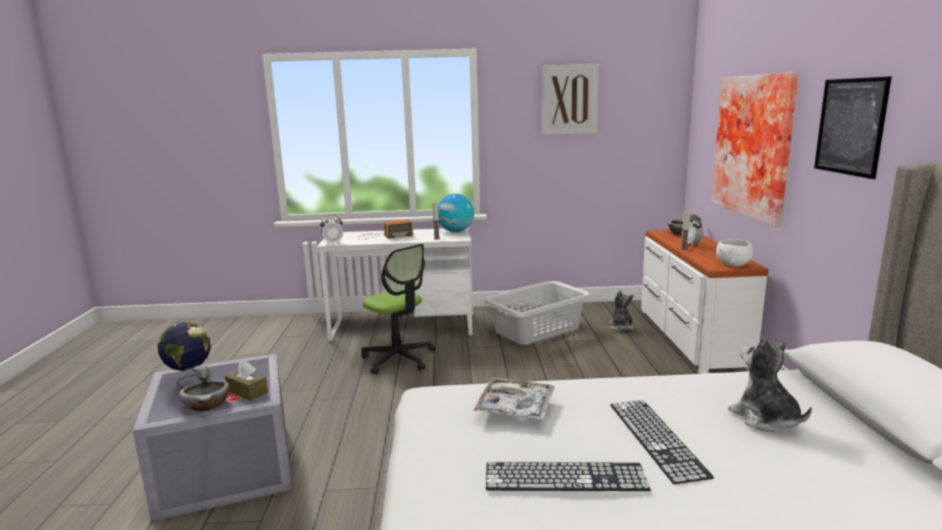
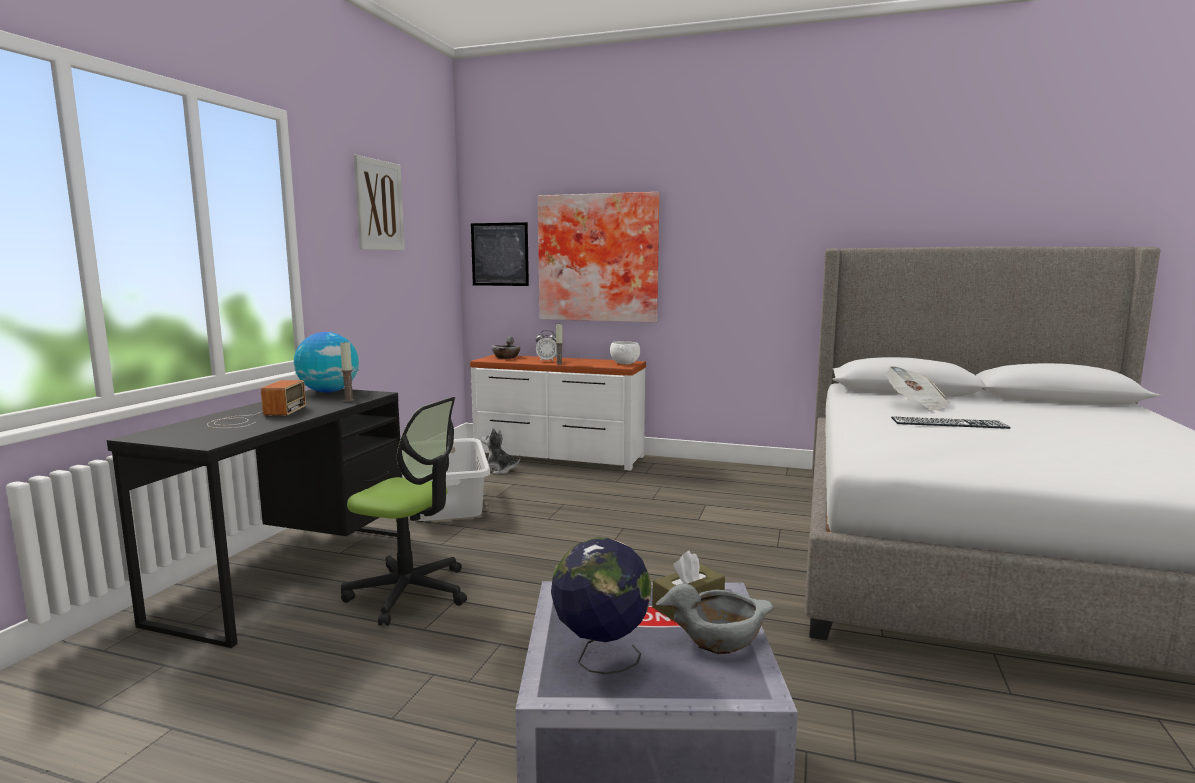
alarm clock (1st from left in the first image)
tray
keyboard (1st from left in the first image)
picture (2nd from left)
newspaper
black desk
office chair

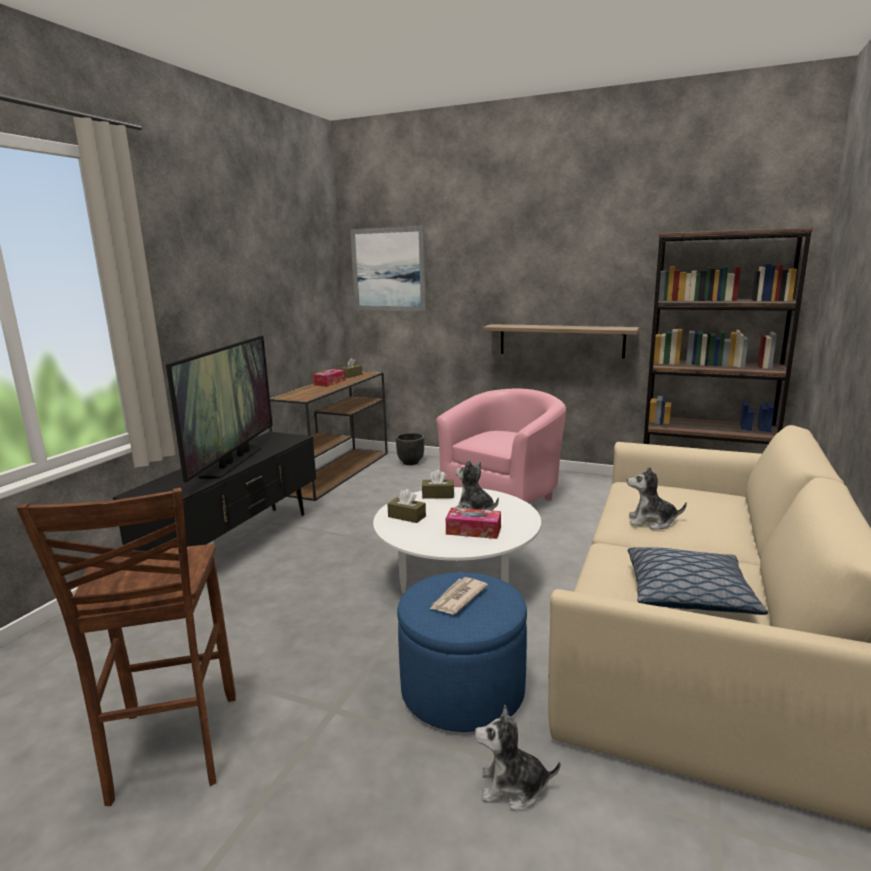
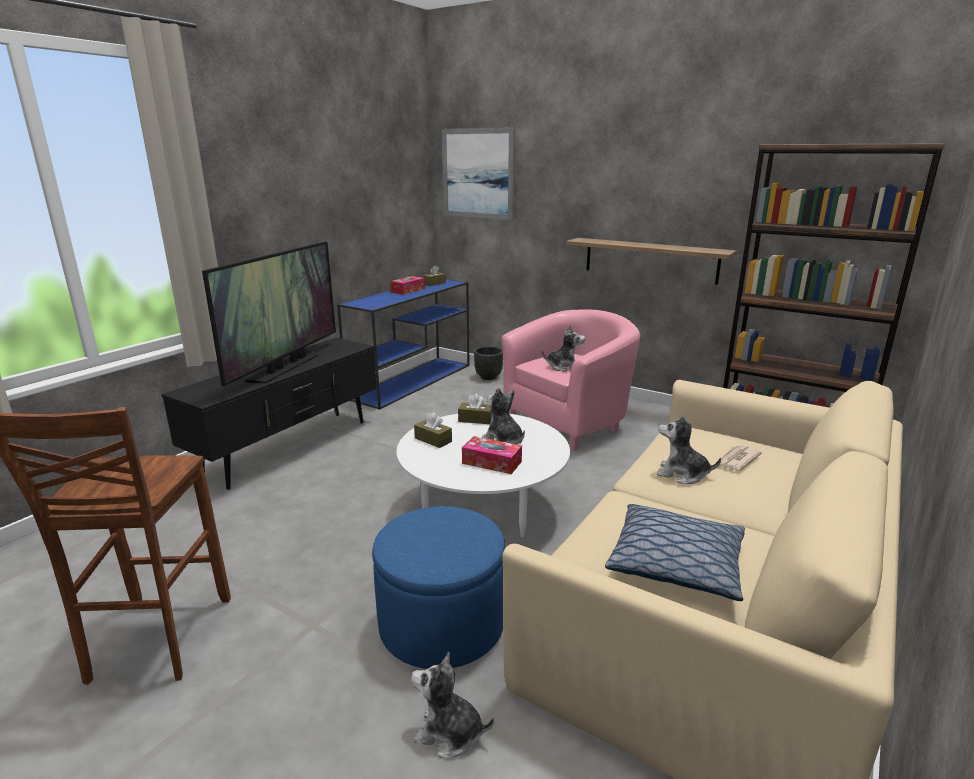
plush toy (3rd from left)
newspaper
blue console table

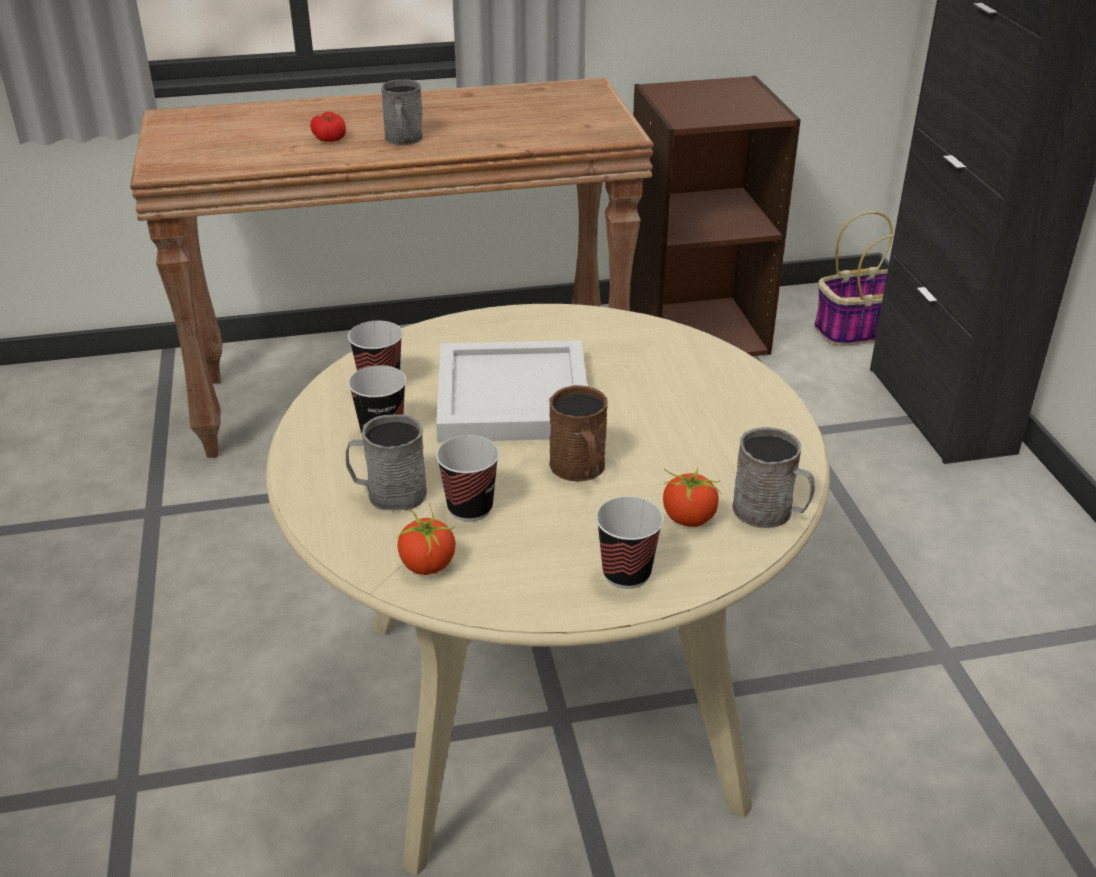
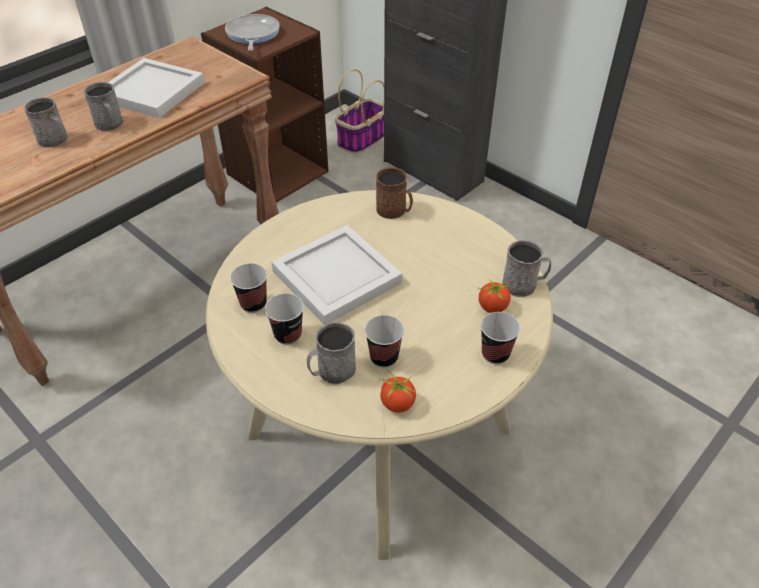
white tray (1st from left)
frying pan
brown mug
grey mug (1st from left)

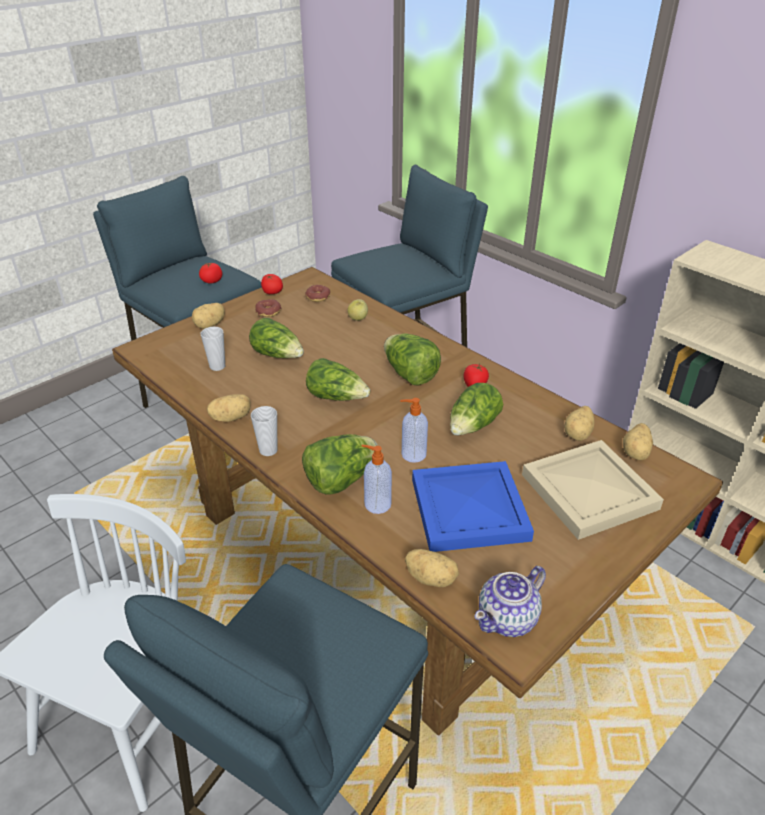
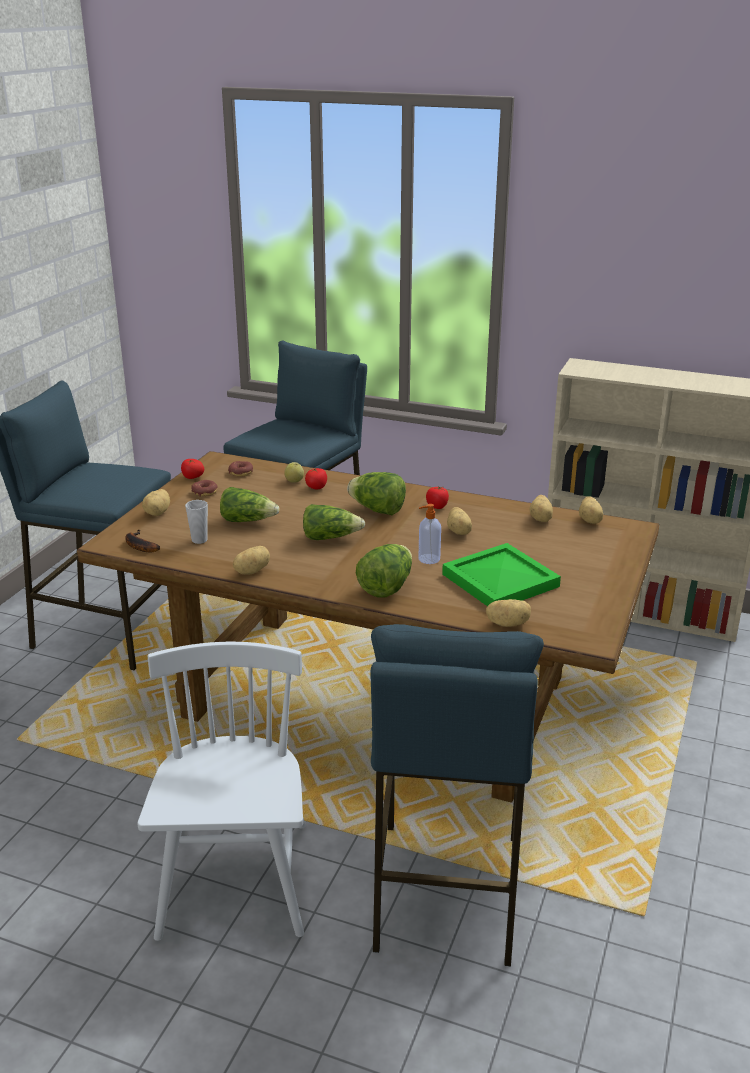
cup (2nd from left in the first image)
soap dispenser (1st from left in the first image)
teapot
beige tray
banana
tomato (2nd from left)
potato (3rd from left)
green tray

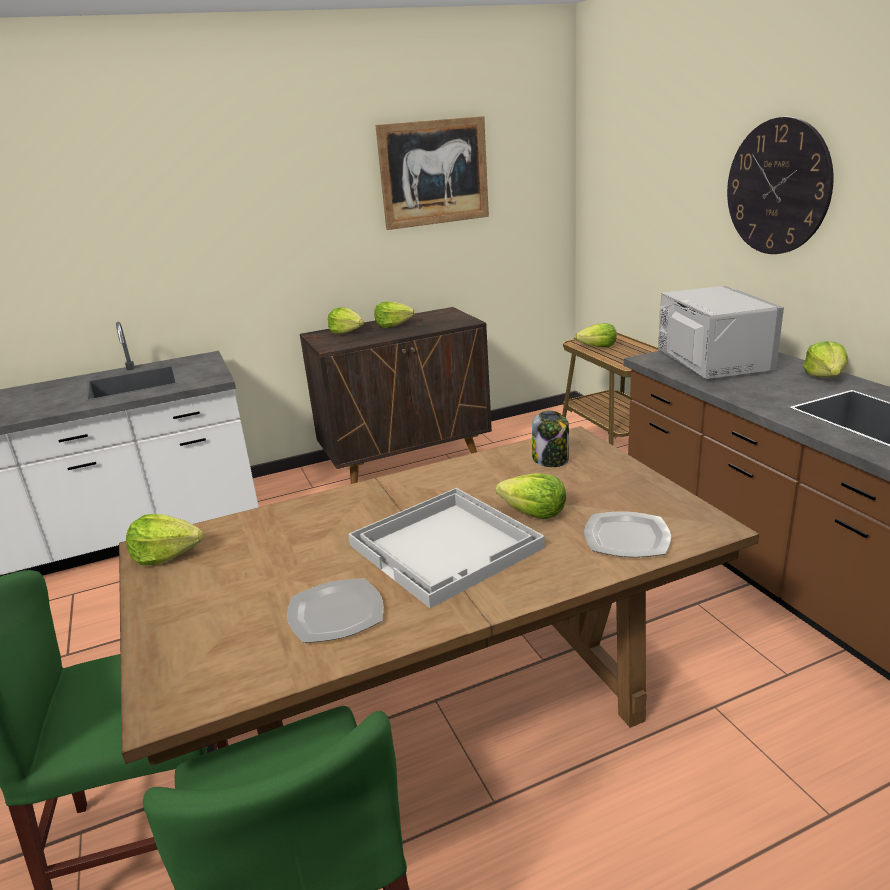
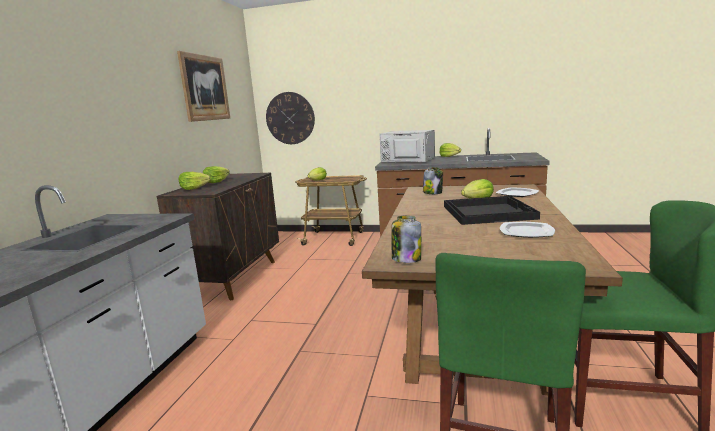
wall clock
jar (1st from left)
black tray

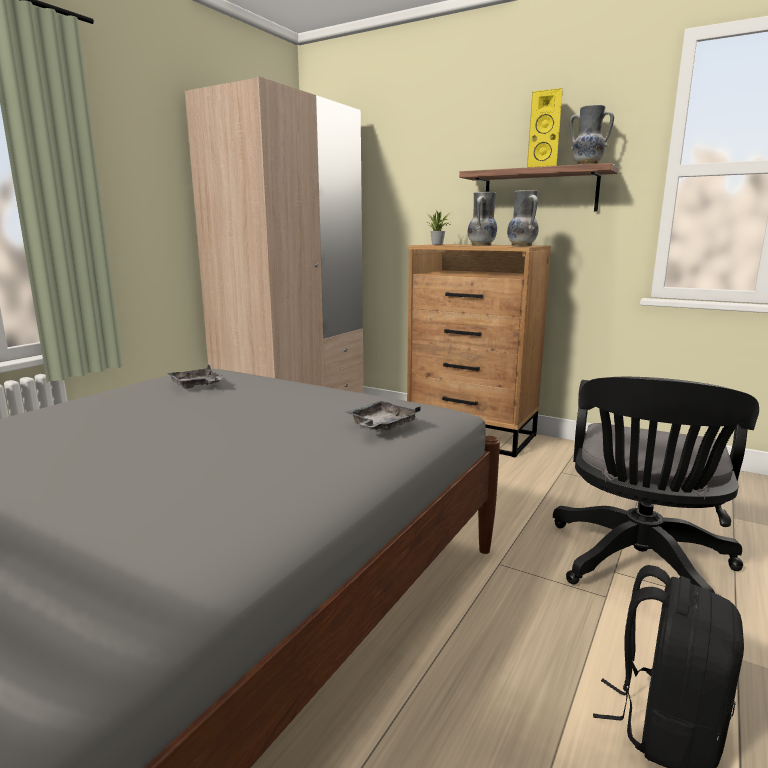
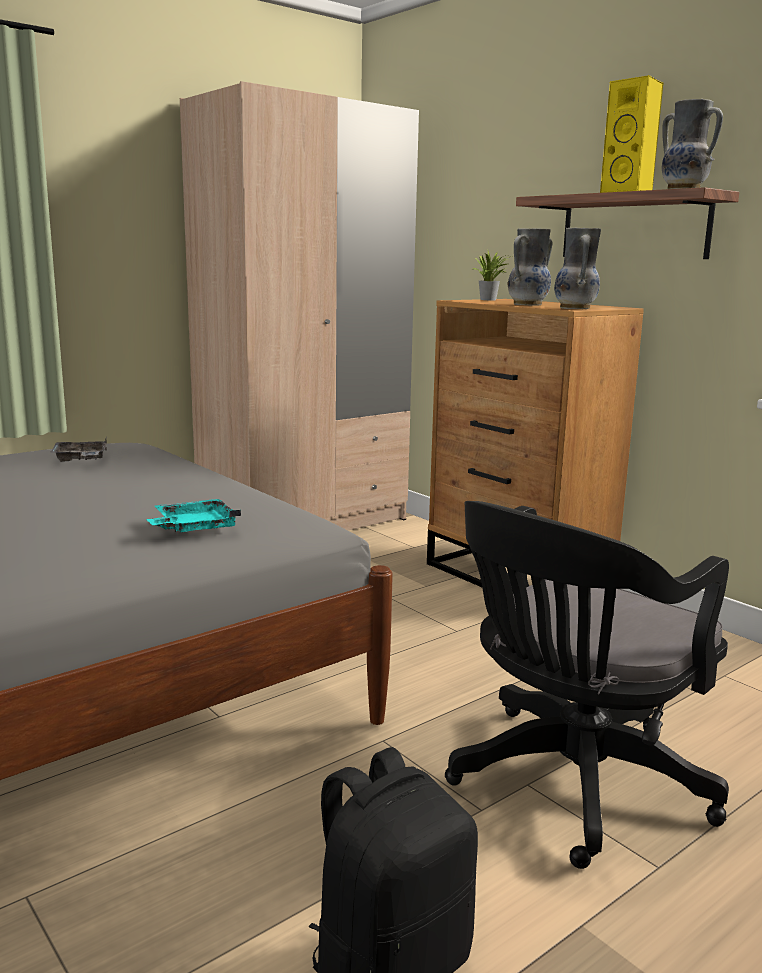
turquoise tray

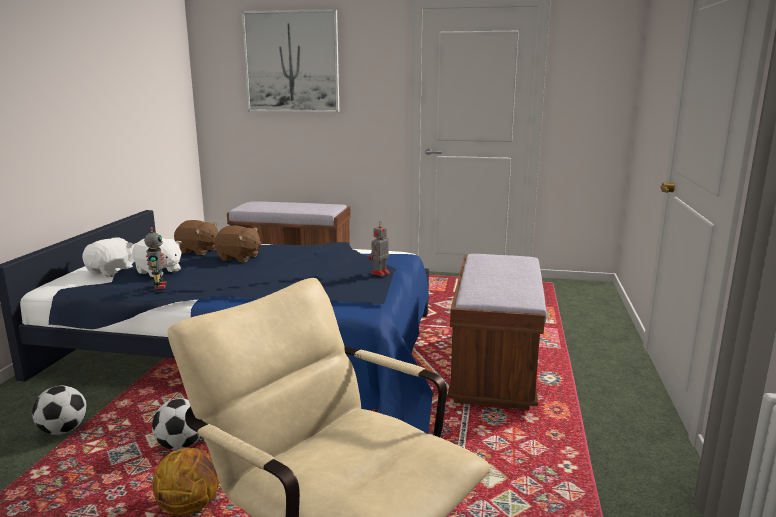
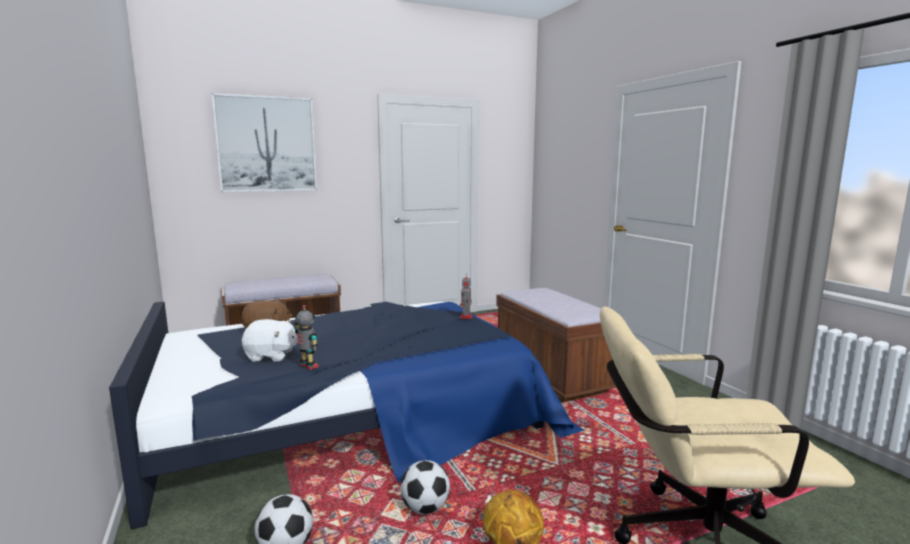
white plush toy (1st from left in the first image)
brown plush toy (2nd from left in the first image)

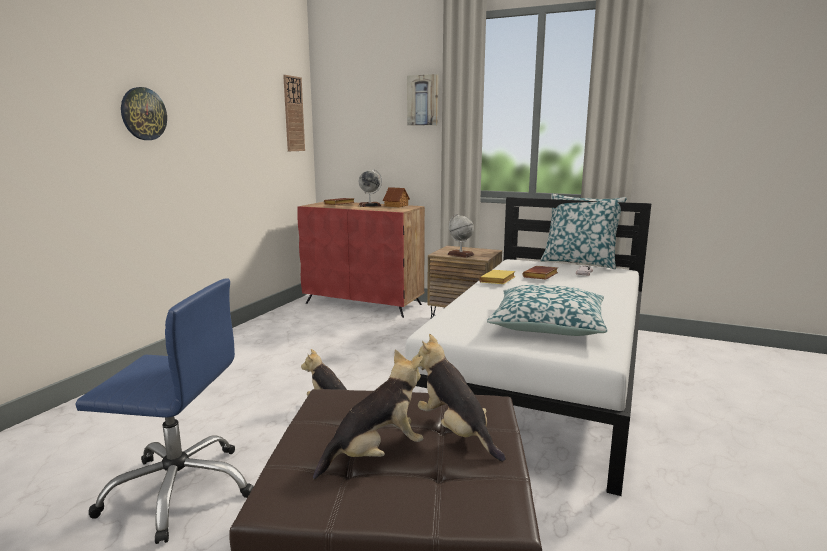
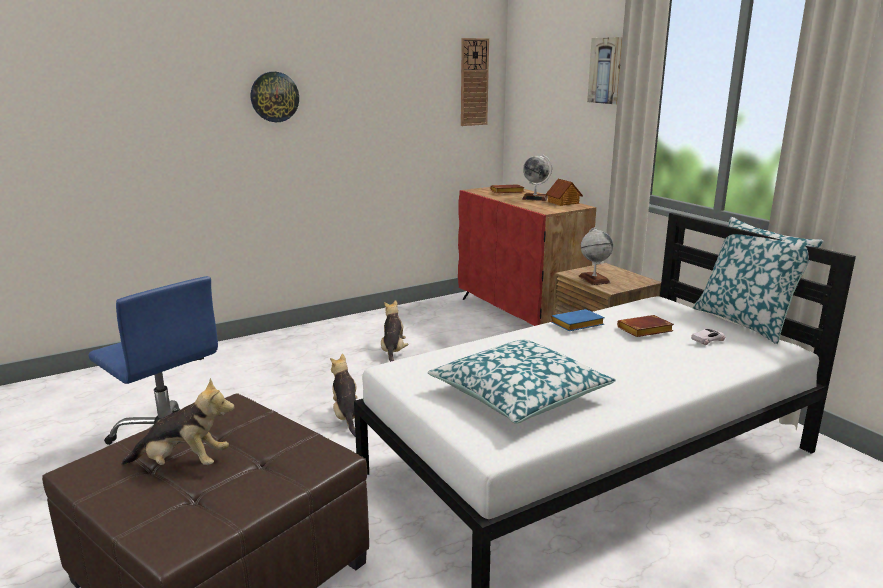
plush toy (3rd from left)
blue book

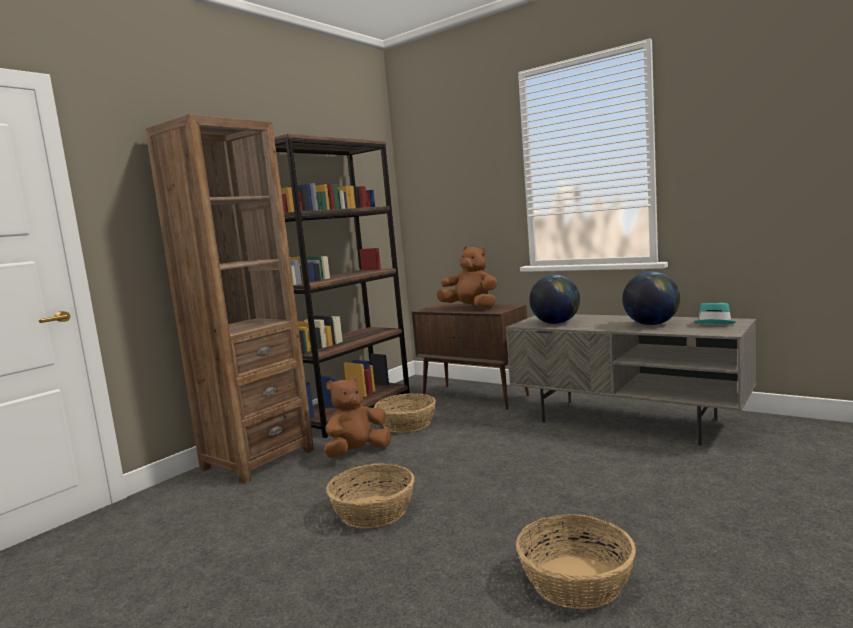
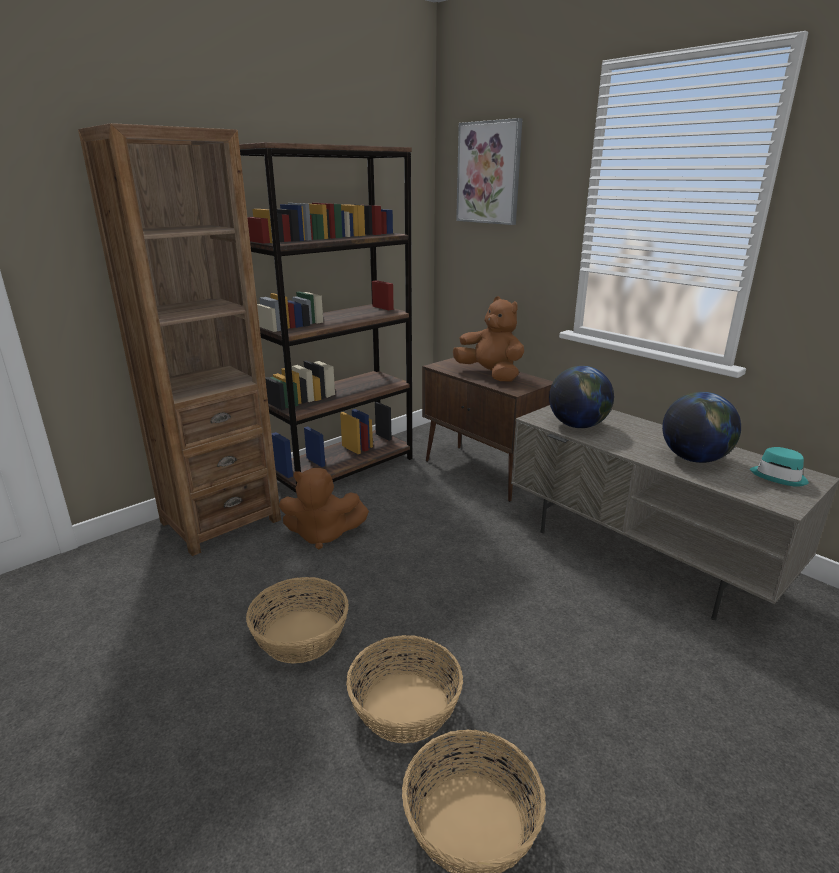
picture
basket (2nd from left)
brown plush toy (1st from left)

